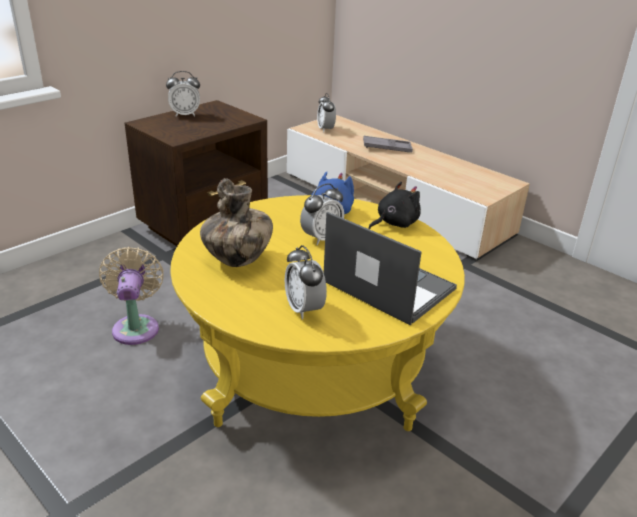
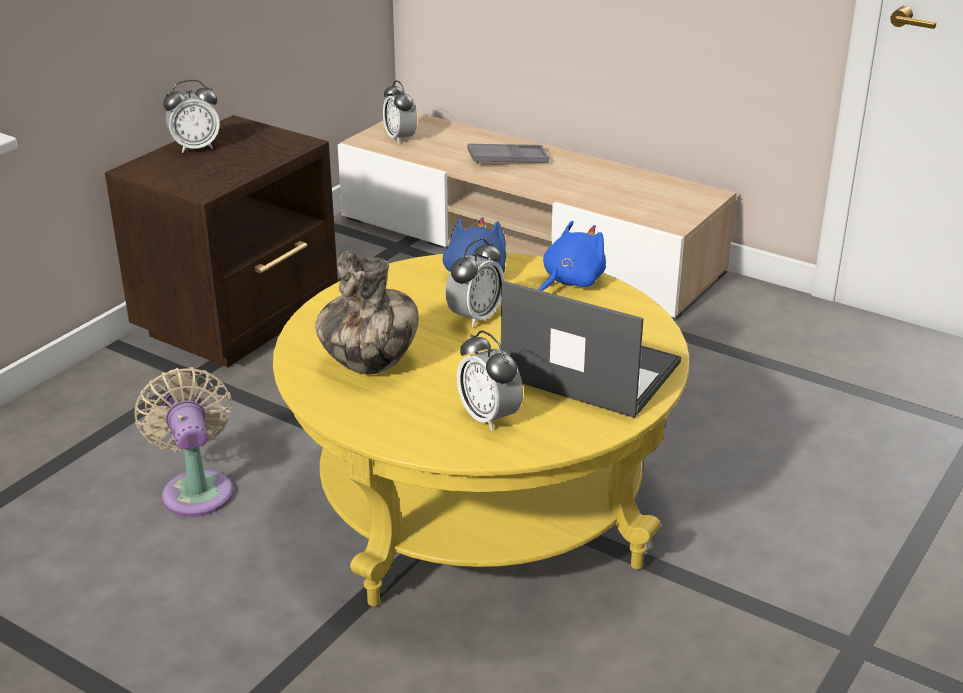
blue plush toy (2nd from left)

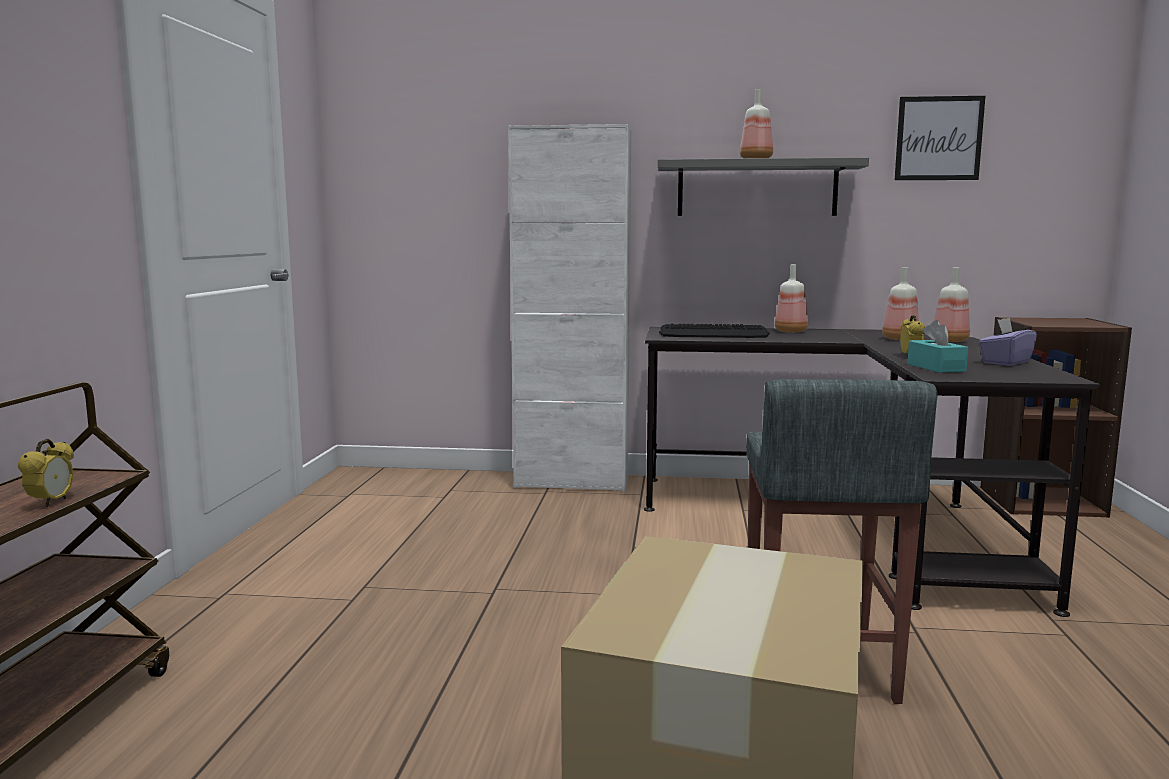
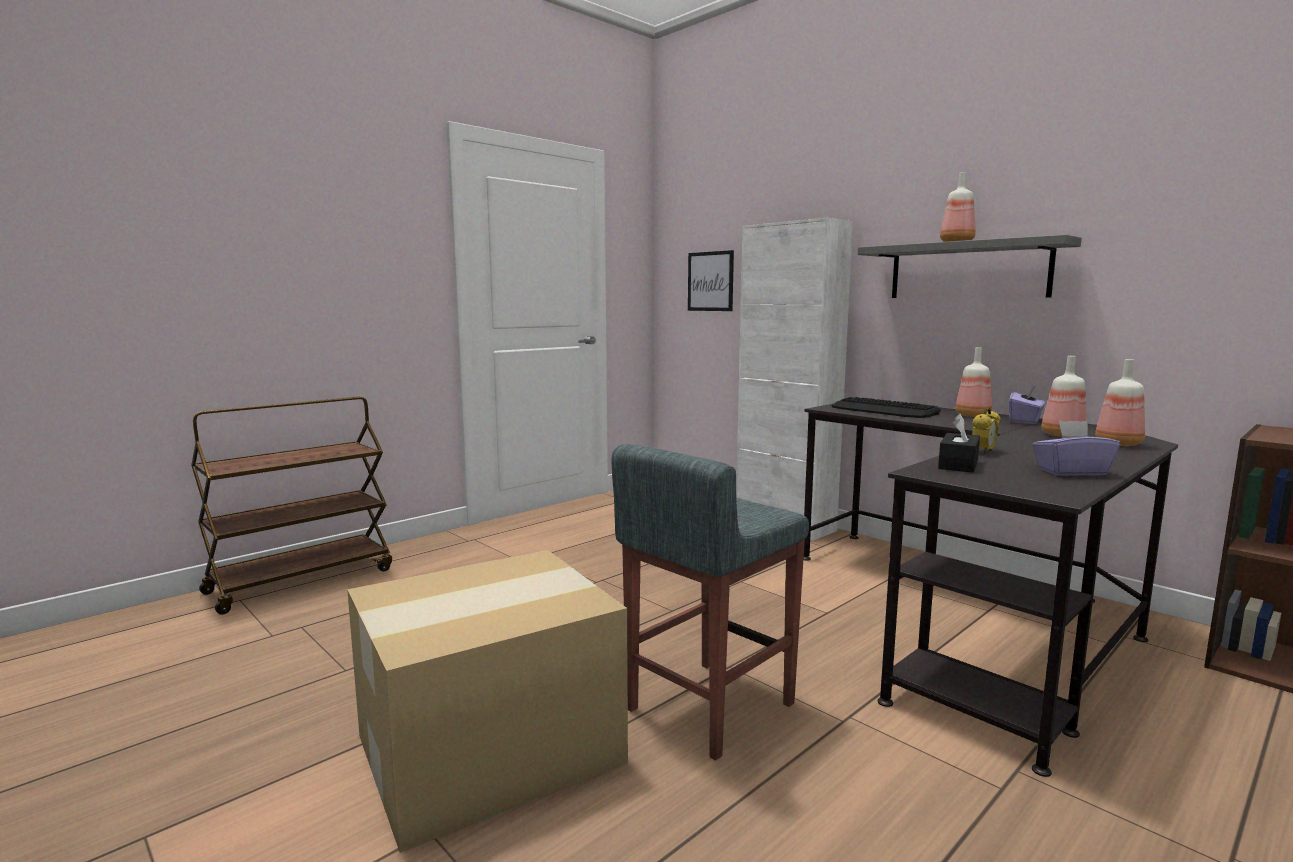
alarm clock (1st from left in the first image)
purple tissue box (1st from left)
picture
black tissue box

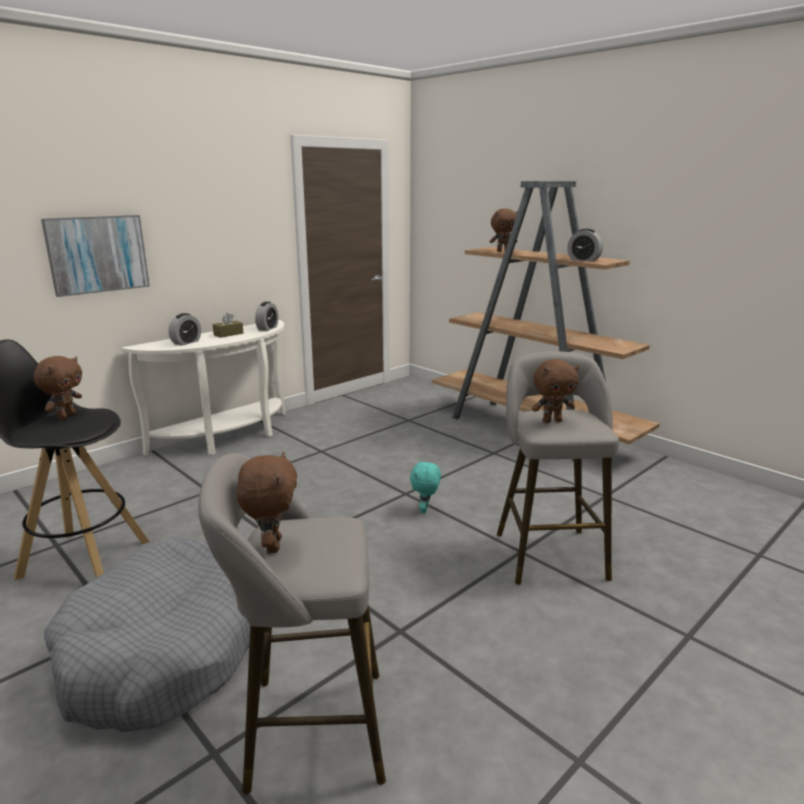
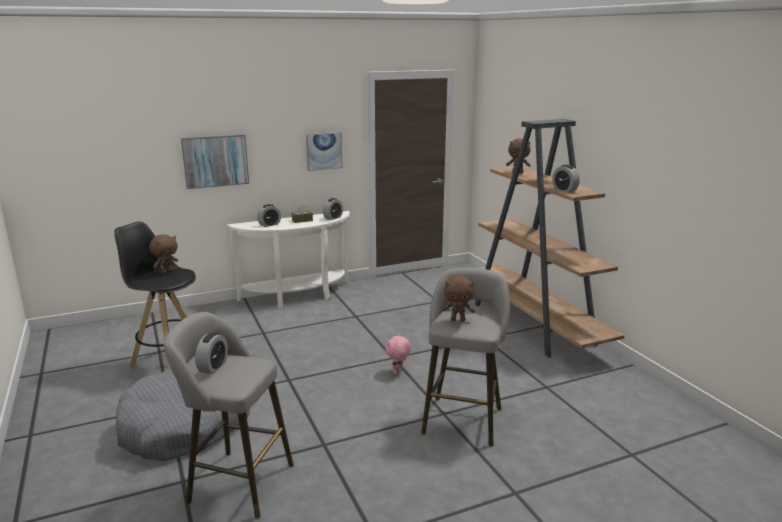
picture (2nd from left)
alarm clock (1st from left)
pink plush toy

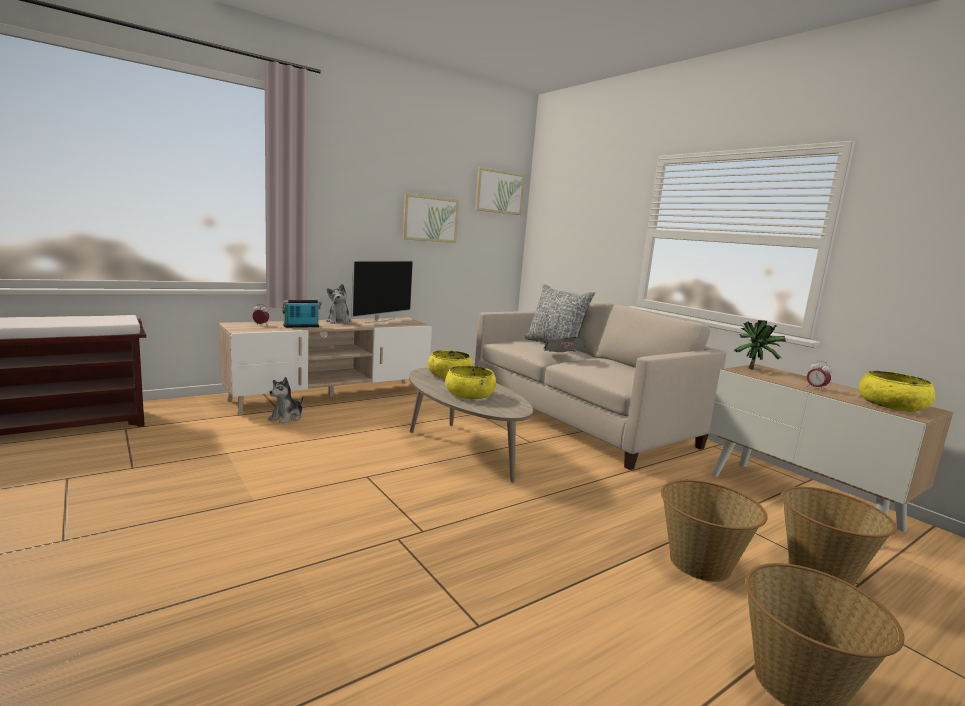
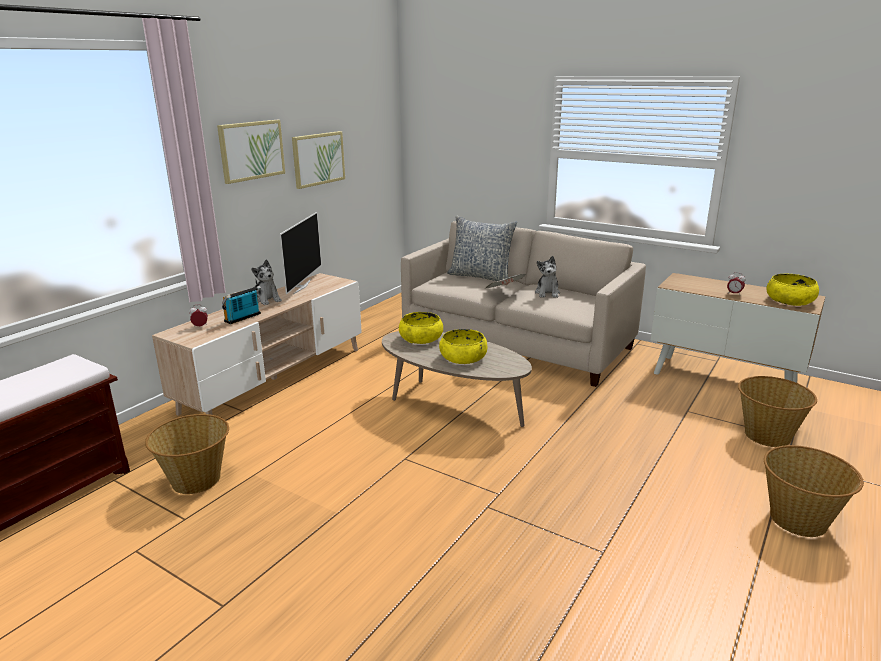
potted plant
plush toy (2nd from left)
picture (1st from left)
basket (1st from left)

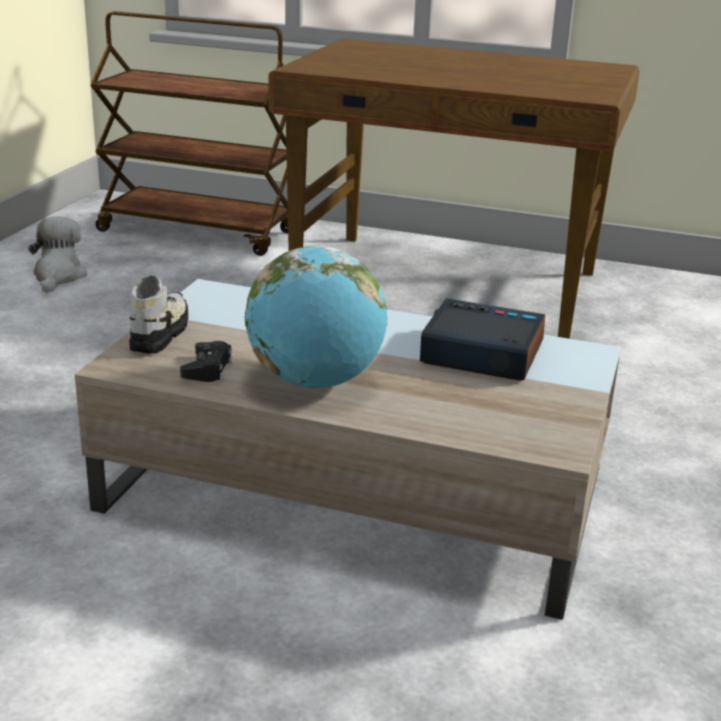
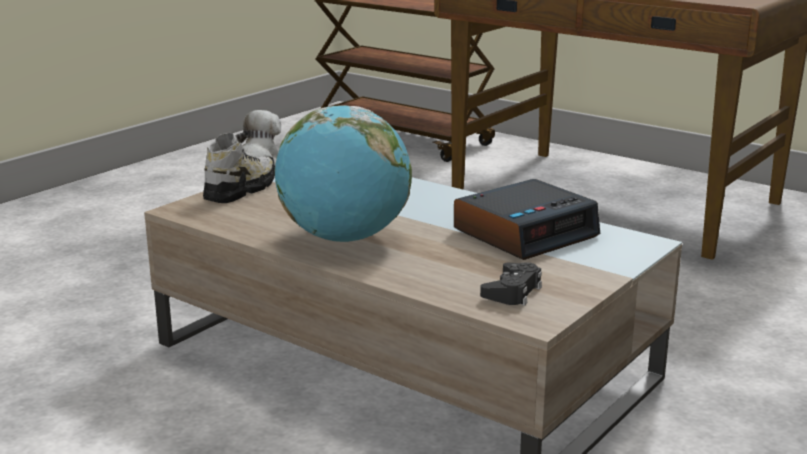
black game controller
alarm clock

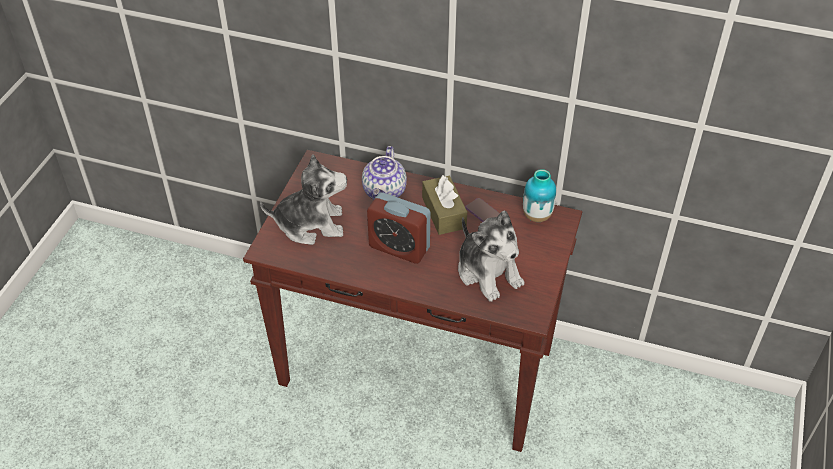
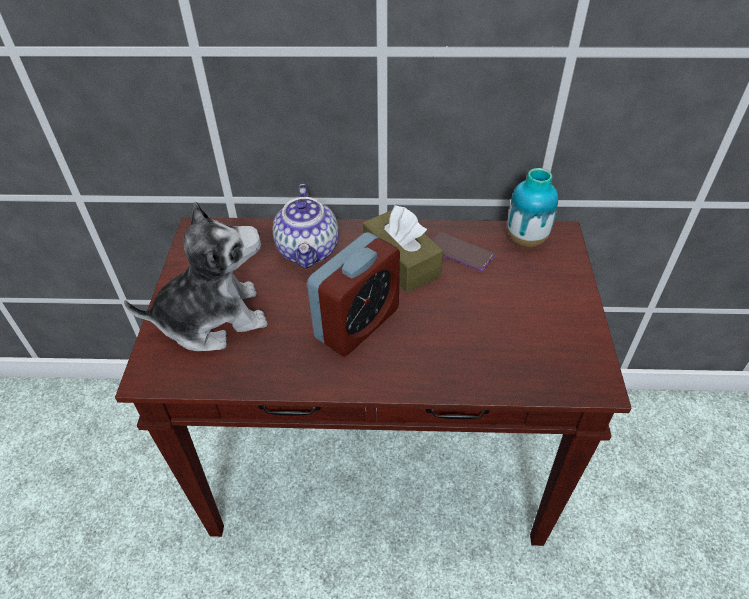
plush toy (2nd from left in the first image)
alarm clock

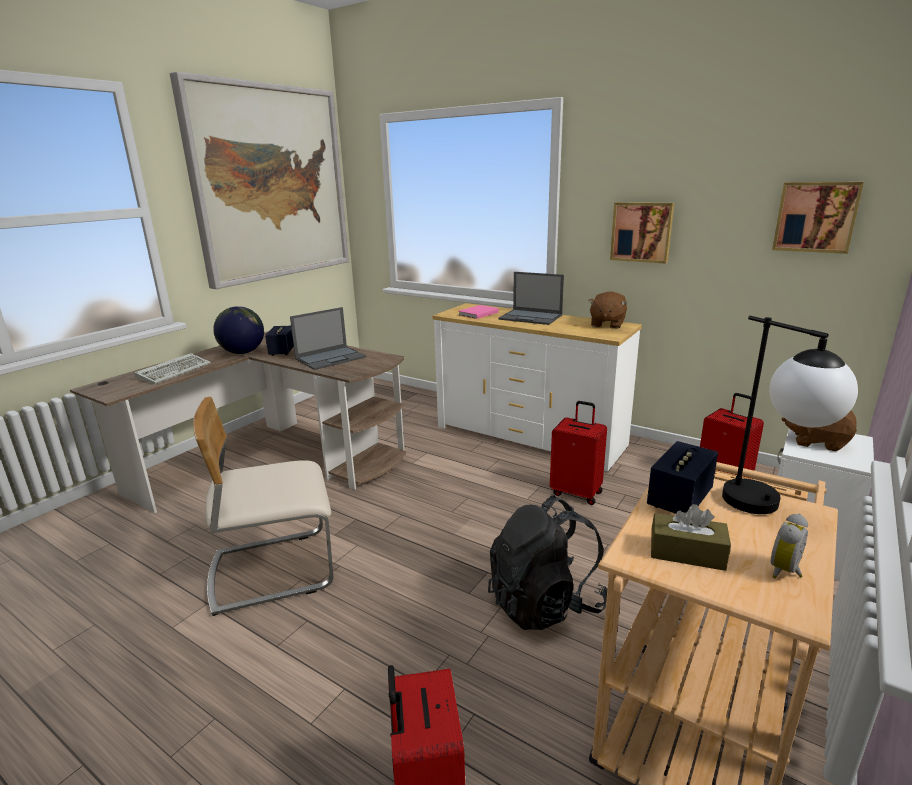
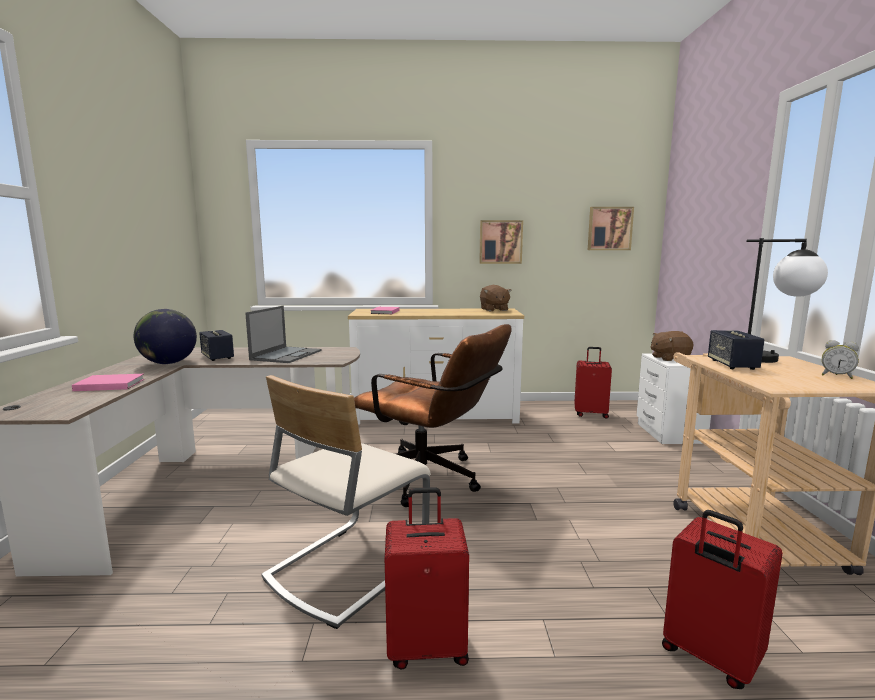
picture (1st from left in the first image)
black backpack
laptop (2nd from left in the first image)
brown tissue box
brown office chair
red suitcase (1st from left)
pink book (1st from left)
alarm clock

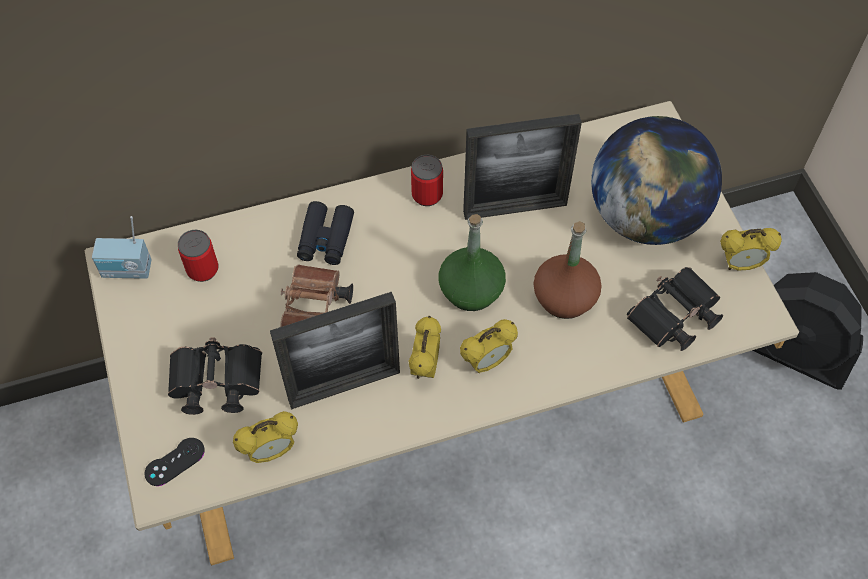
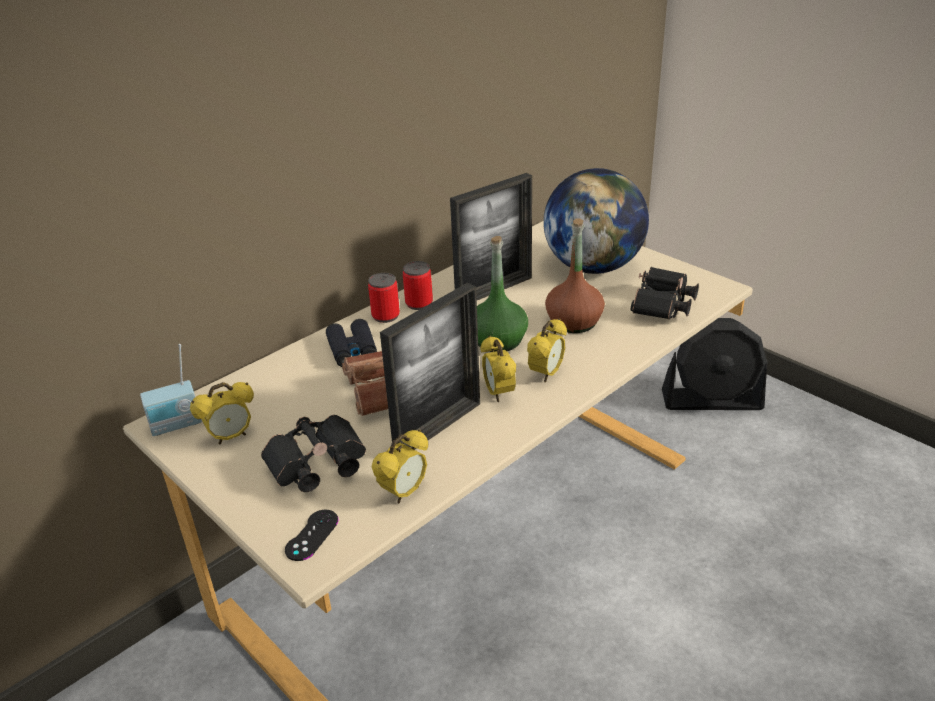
can (1st from left)
alarm clock (1st from left)

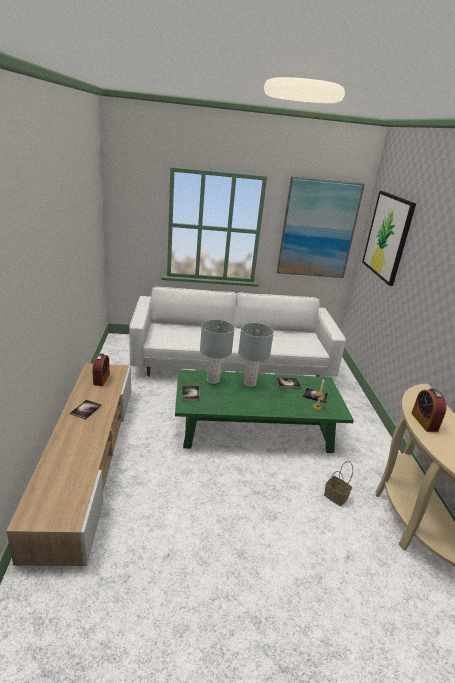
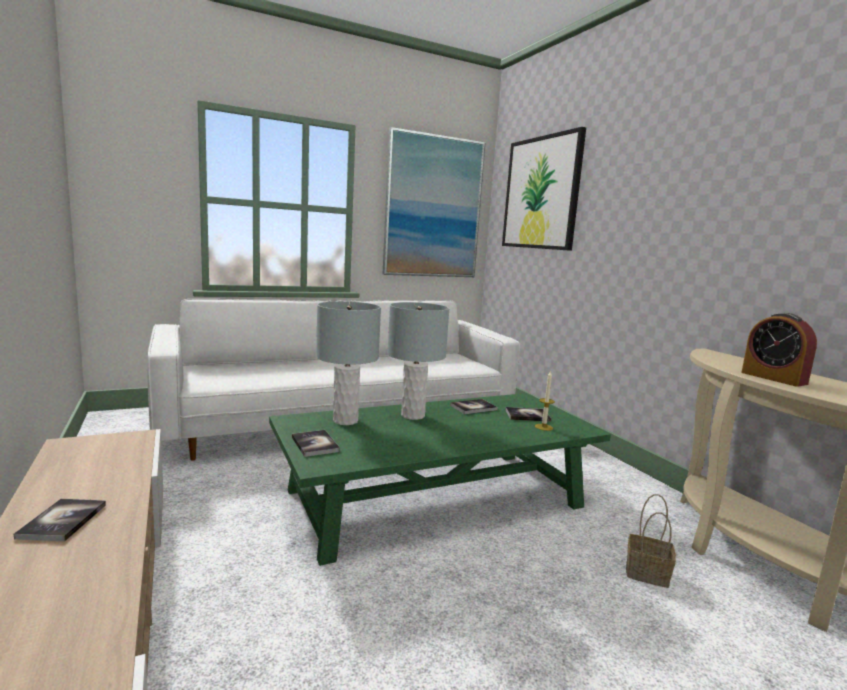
alarm clock (1st from left in the first image)

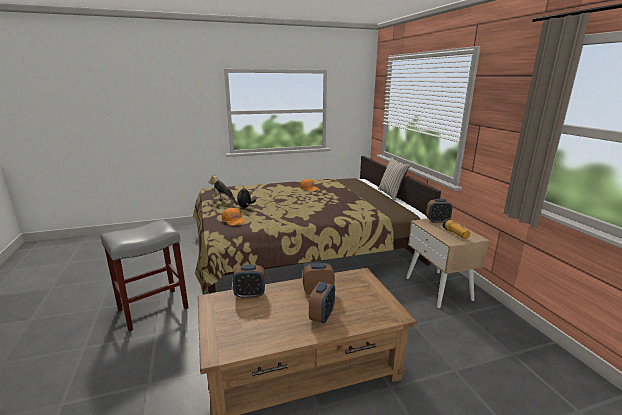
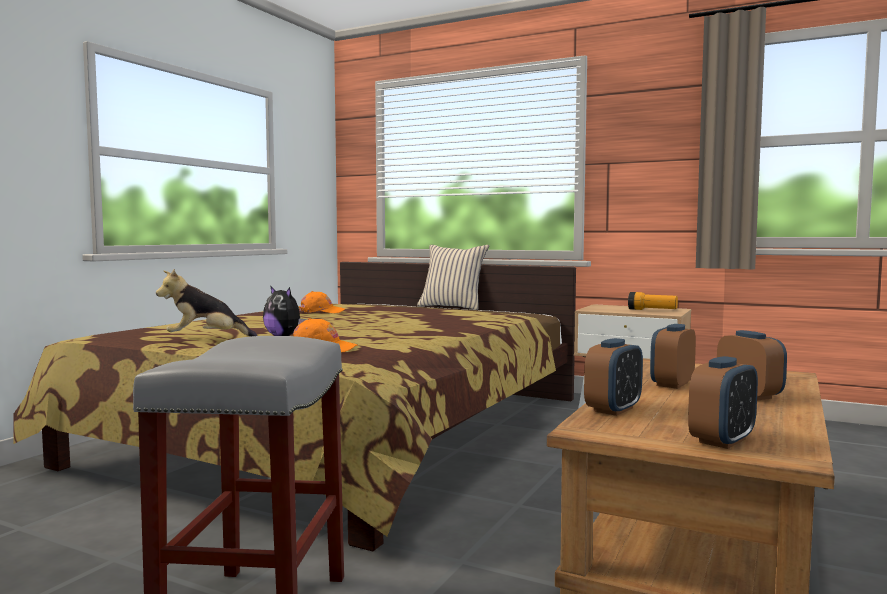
alarm clock (3rd from left)

